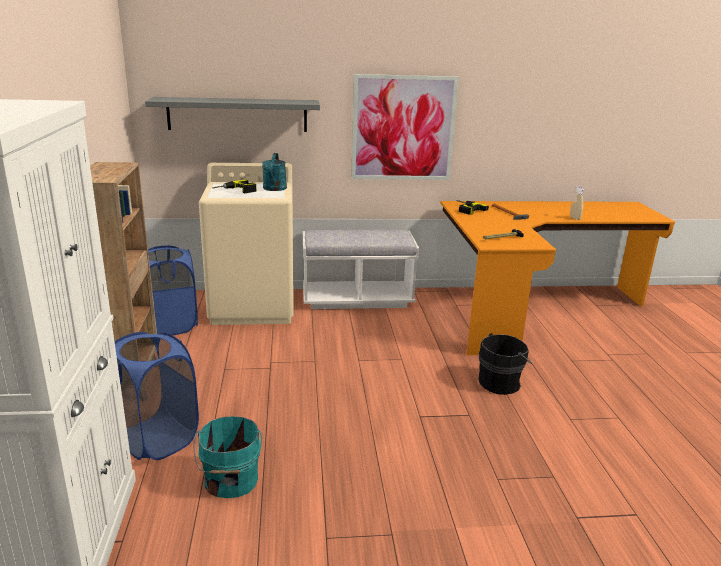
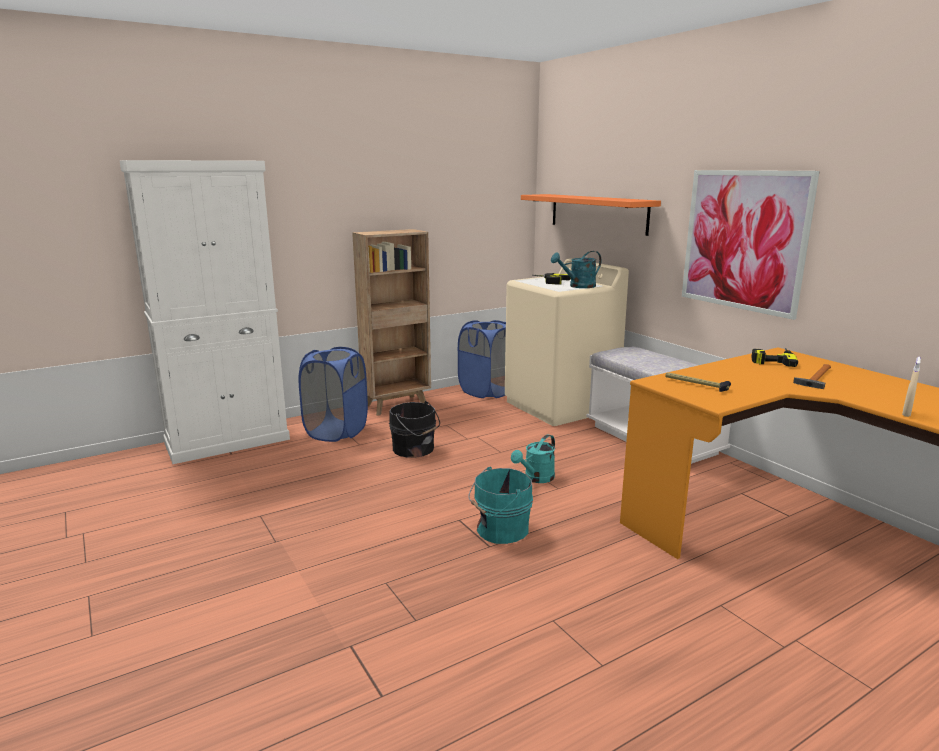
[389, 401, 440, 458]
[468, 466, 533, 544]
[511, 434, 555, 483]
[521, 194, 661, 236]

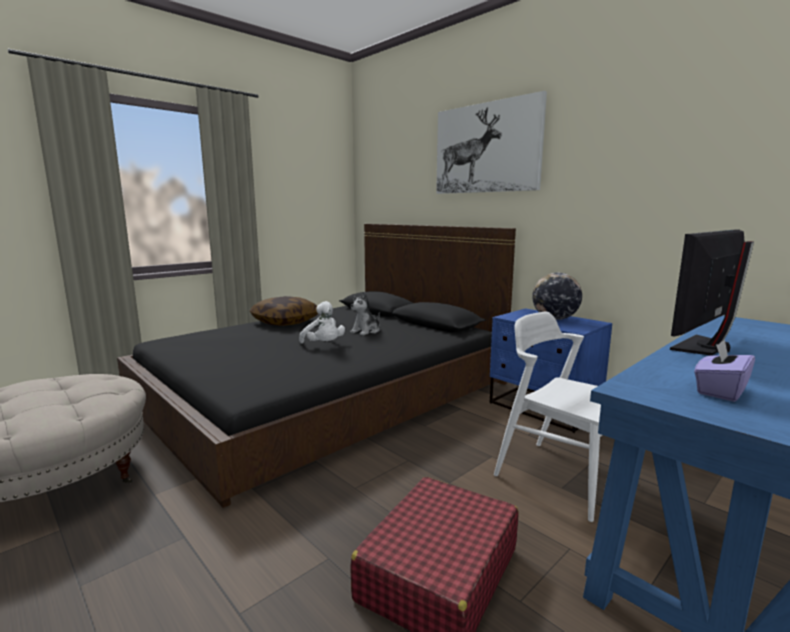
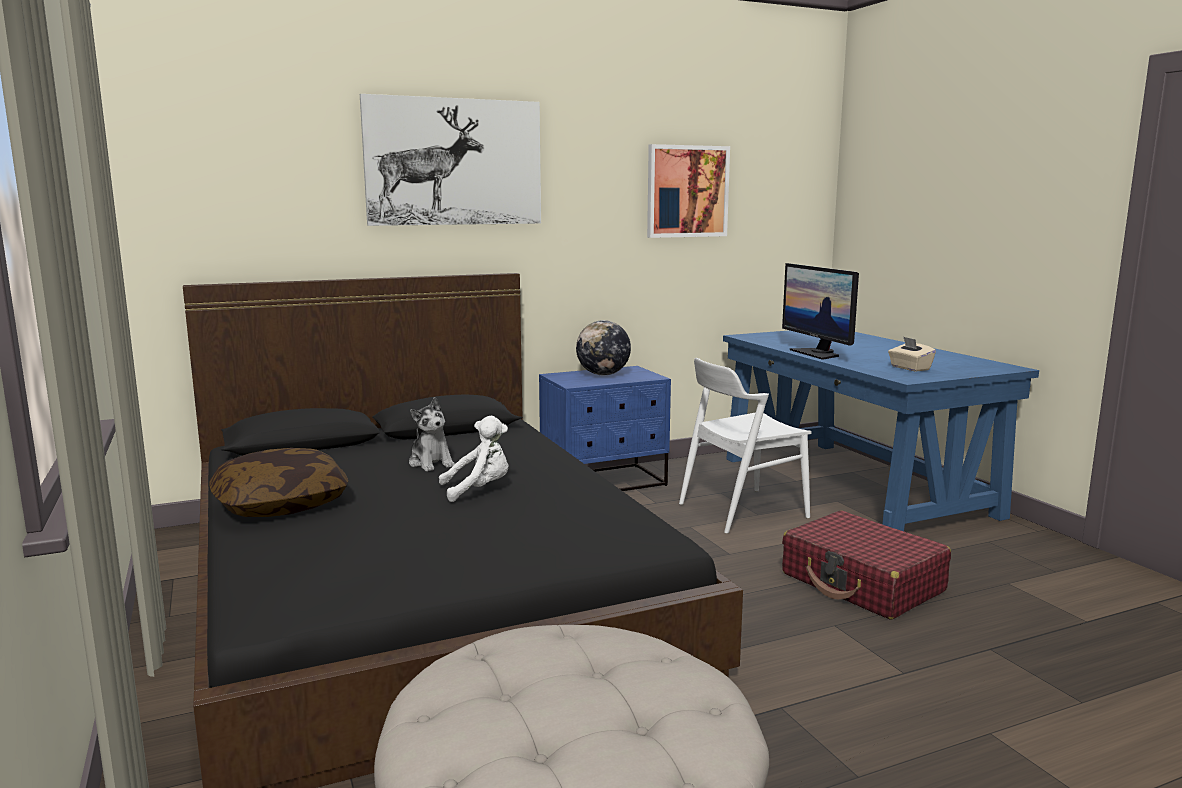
[647, 144, 730, 238]
[888, 337, 936, 372]

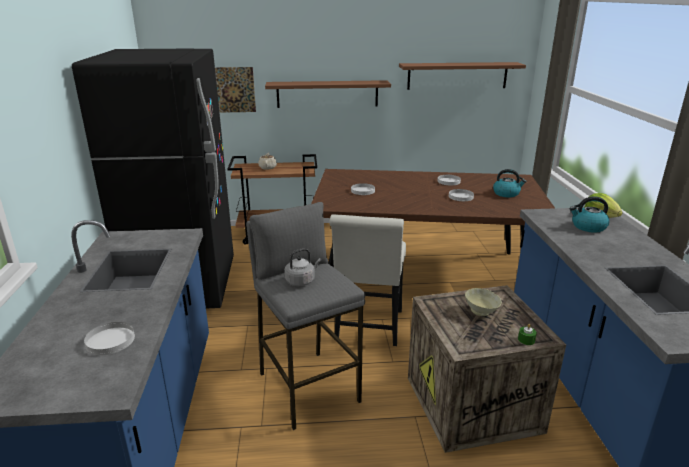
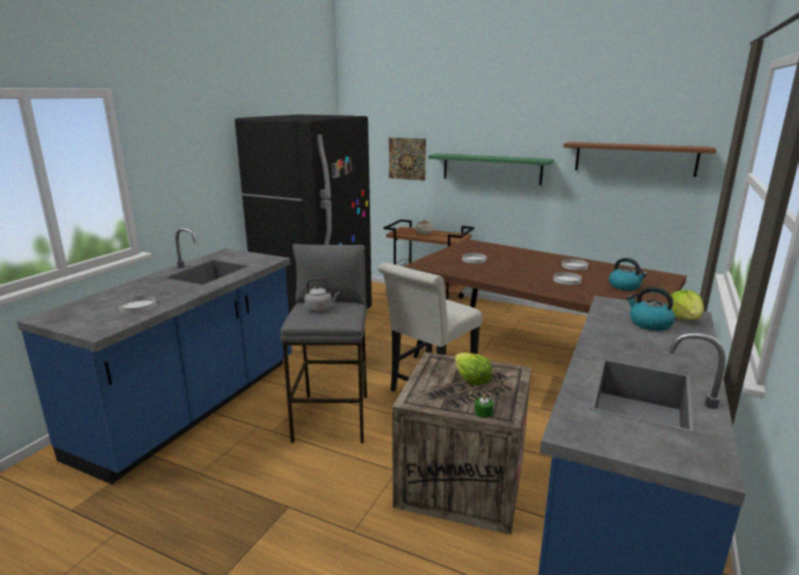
[428, 153, 554, 185]
[455, 353, 492, 385]

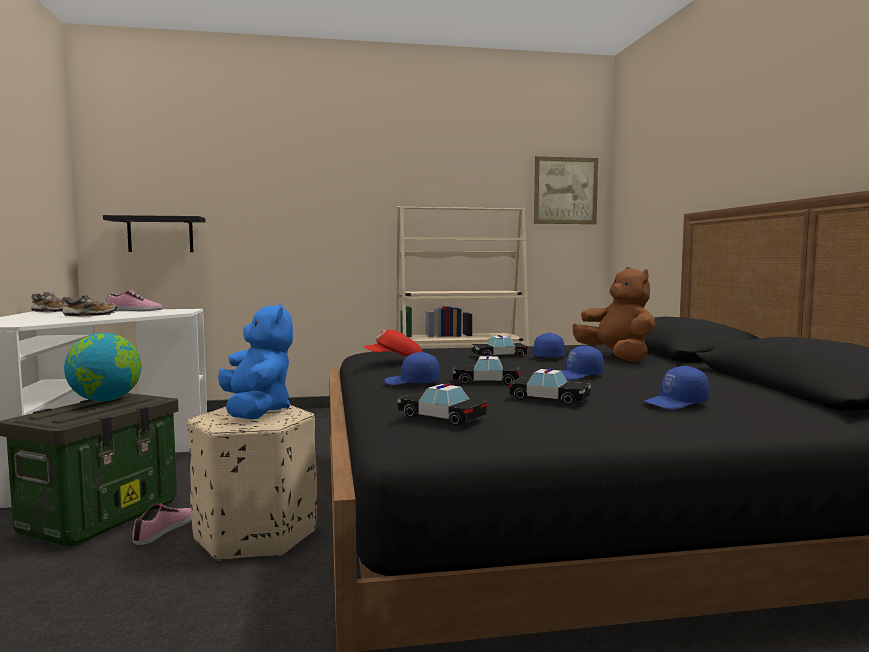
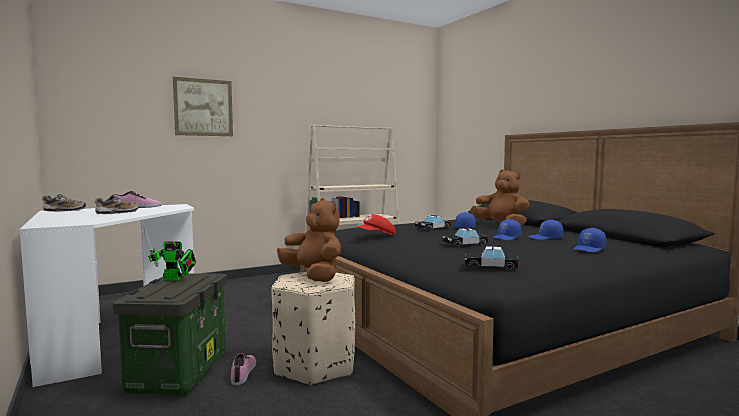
[145, 229, 196, 281]
[173, 77, 233, 136]
[277, 198, 341, 282]
[529, 220, 564, 240]
[103, 215, 205, 252] (first image)
[509, 368, 591, 405] (first image)

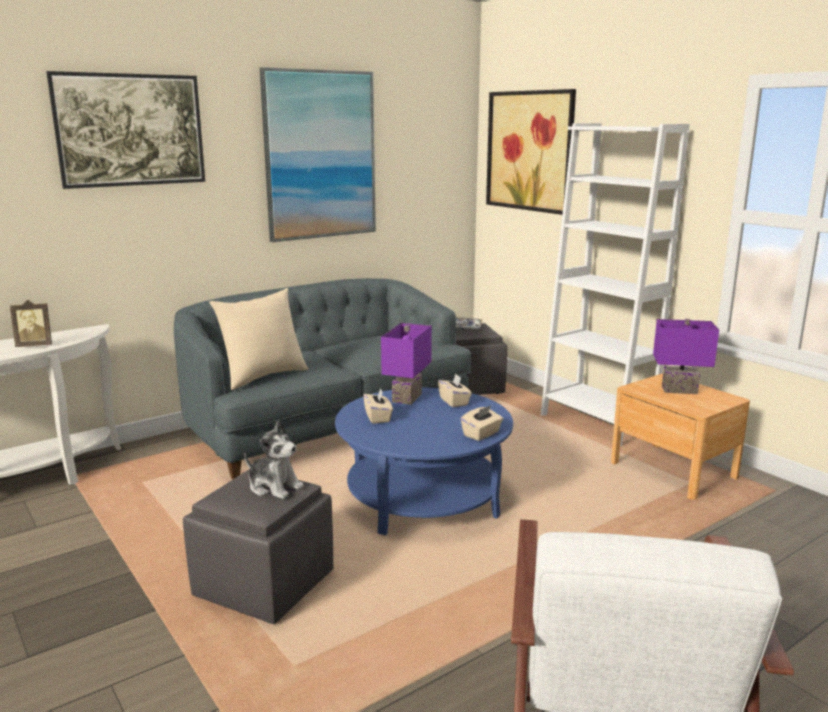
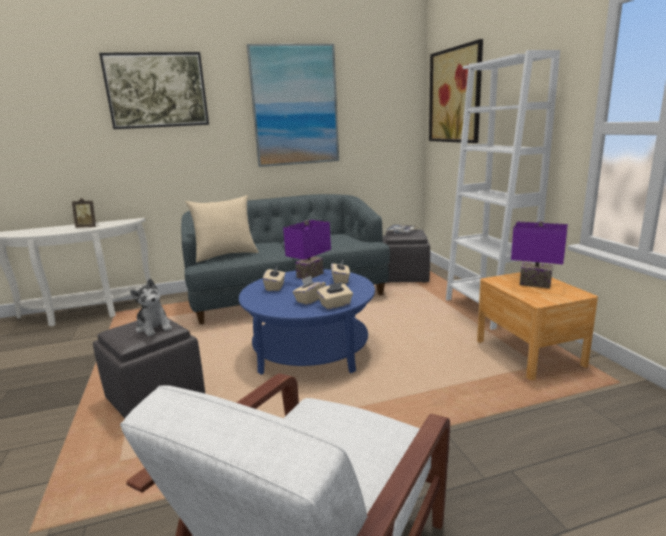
[293, 276, 326, 305]

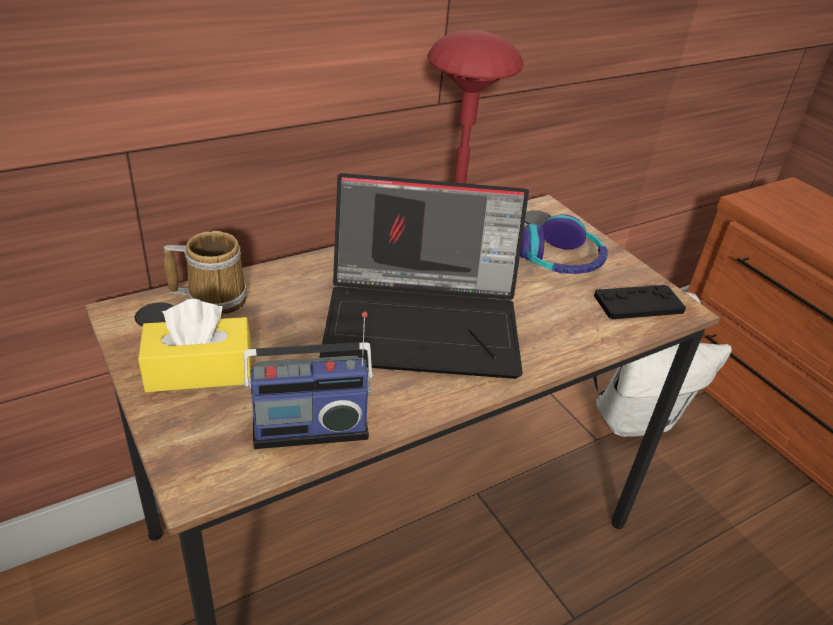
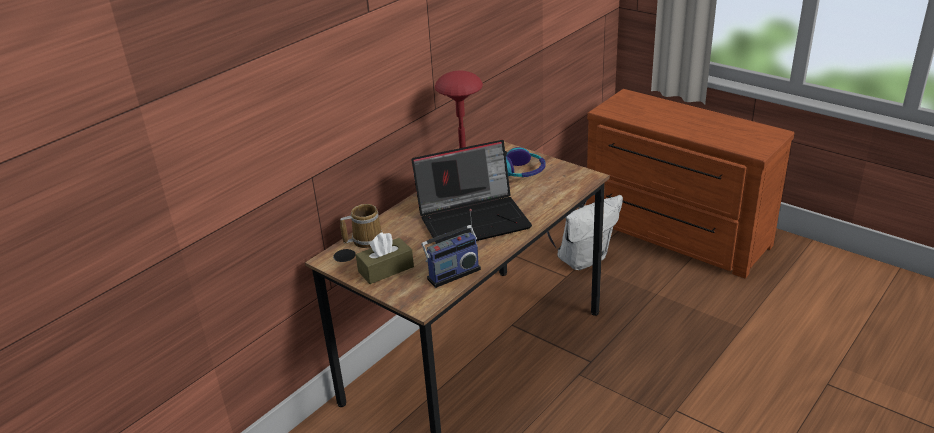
[356, 232, 414, 284]
[594, 285, 686, 319] (first image)

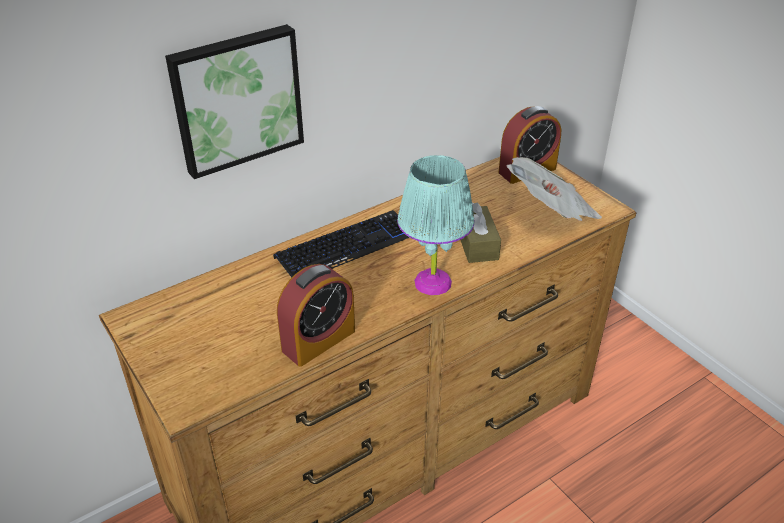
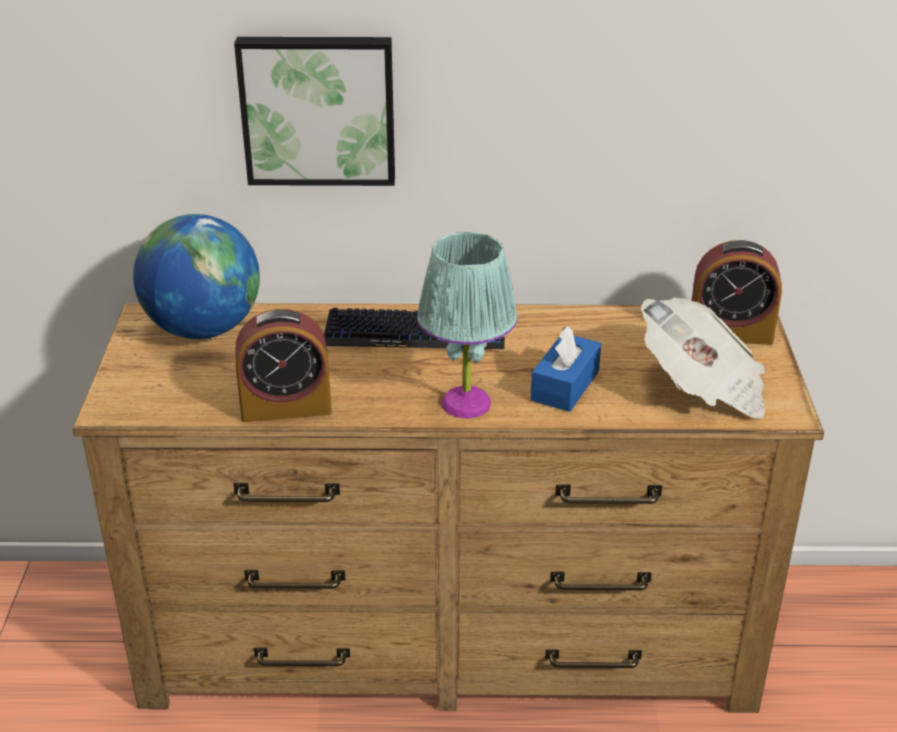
[133, 214, 260, 339]
[530, 326, 601, 412]

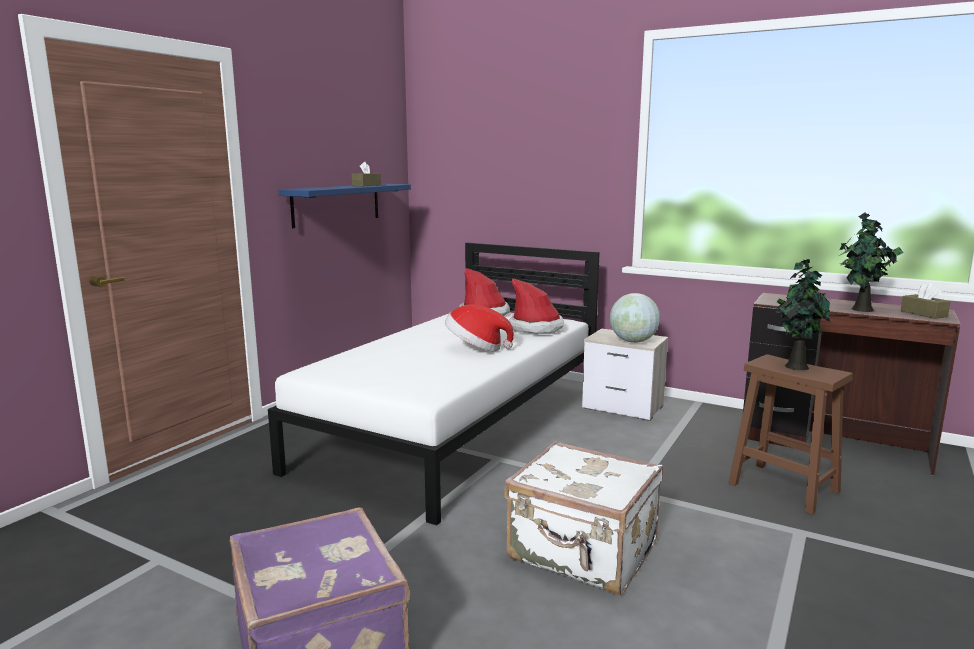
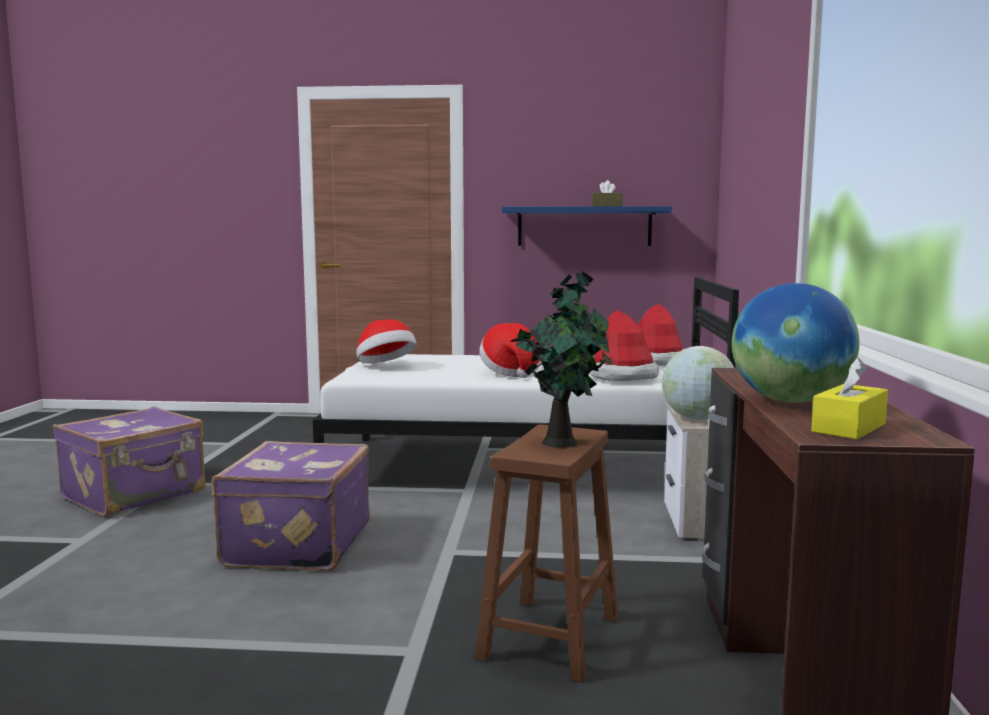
[211, 441, 370, 571]
[356, 319, 416, 363]
[732, 283, 859, 403]
[811, 358, 888, 439]

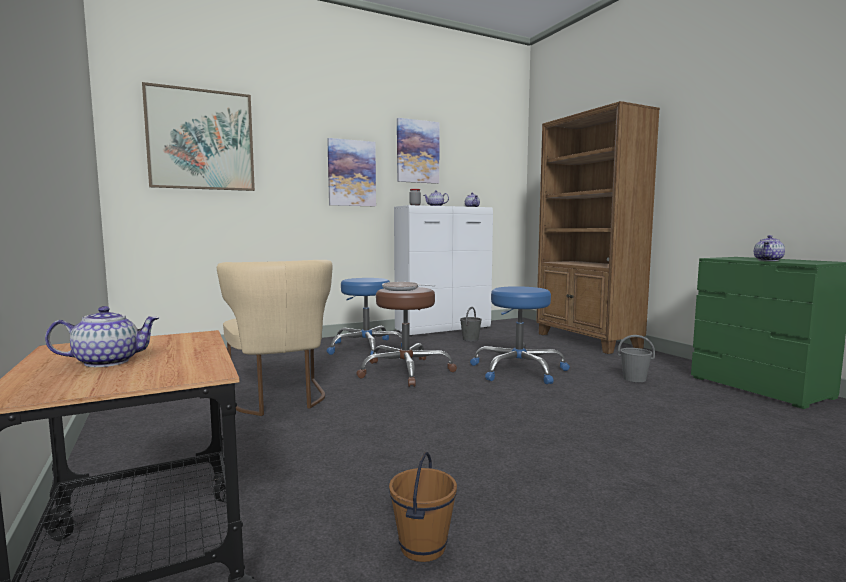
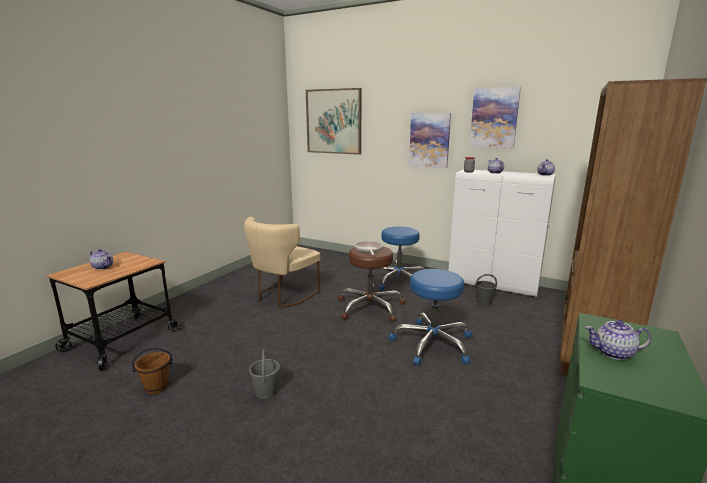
[249, 350, 280, 399]

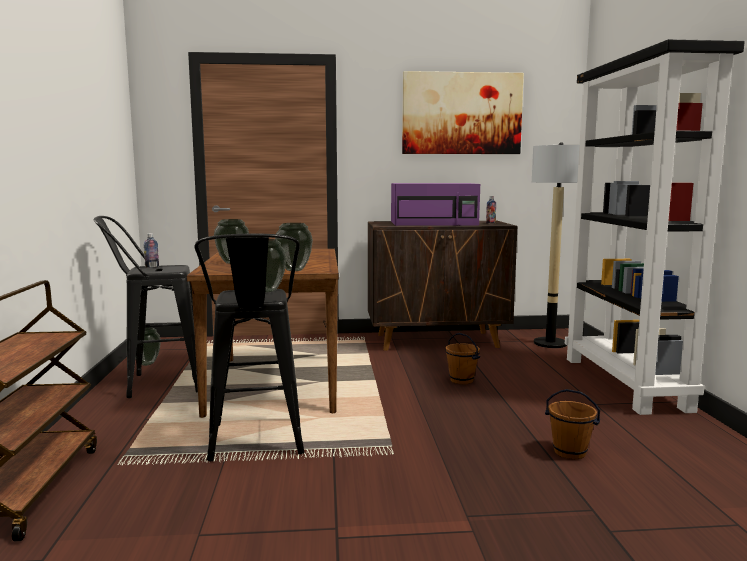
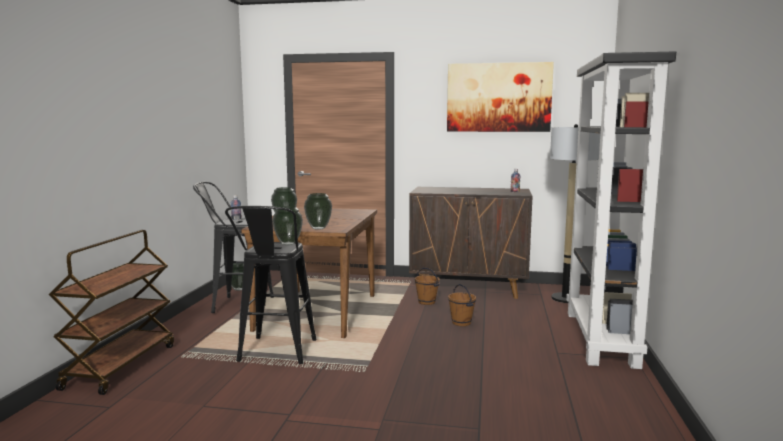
[415, 267, 440, 305]
[391, 183, 480, 226] (first image)

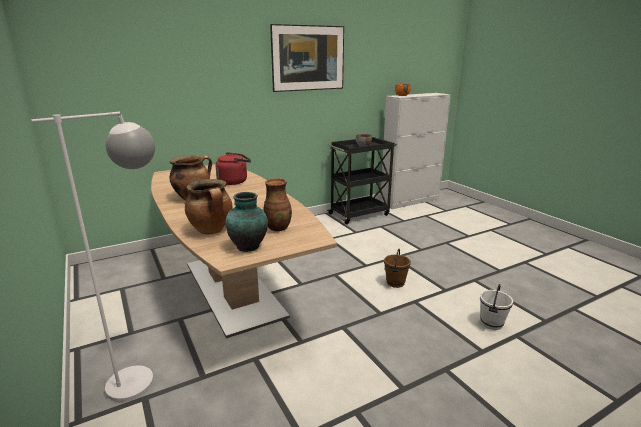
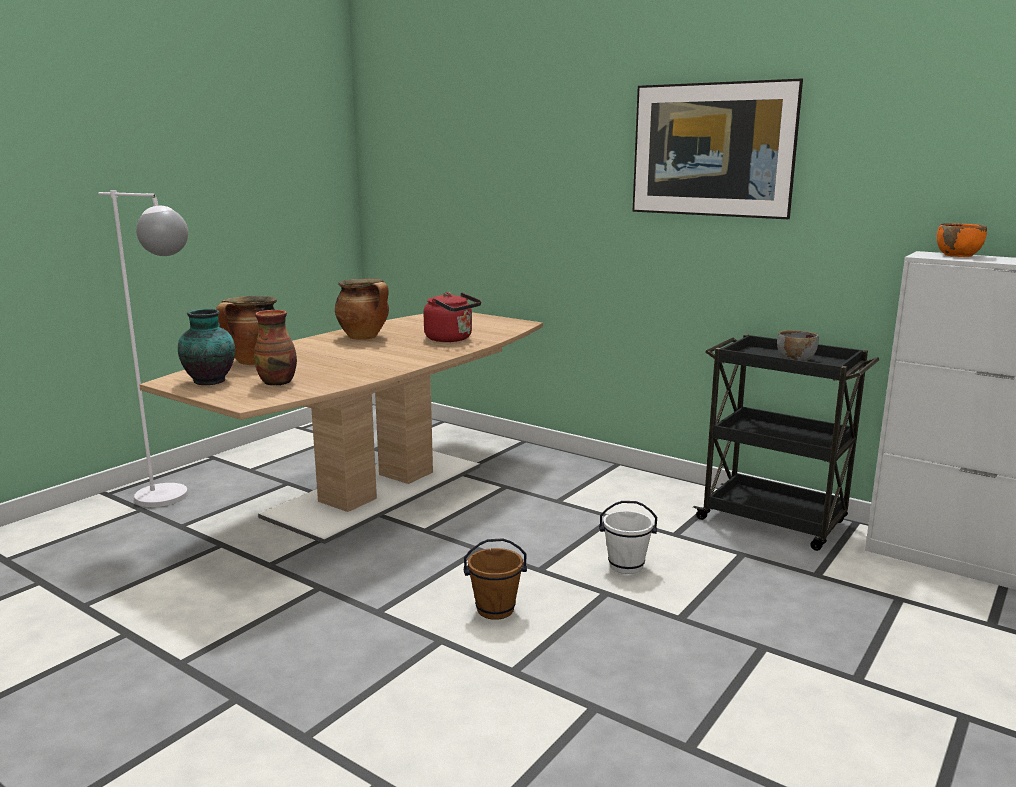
[599, 501, 657, 574]

